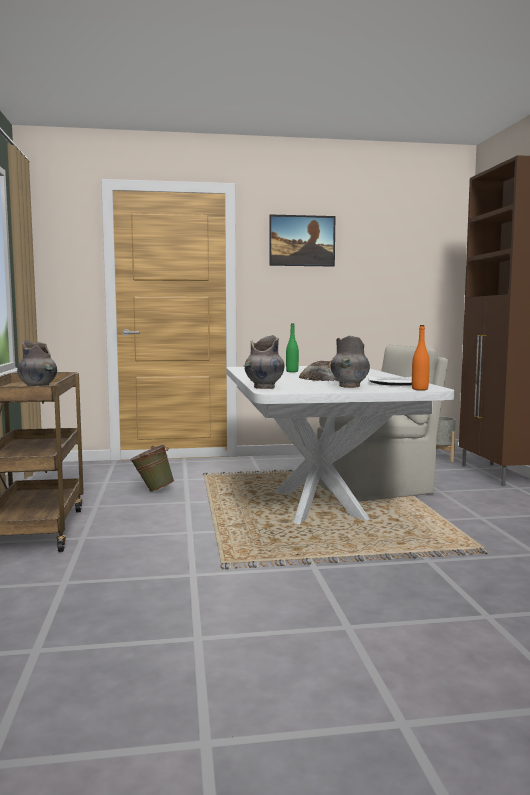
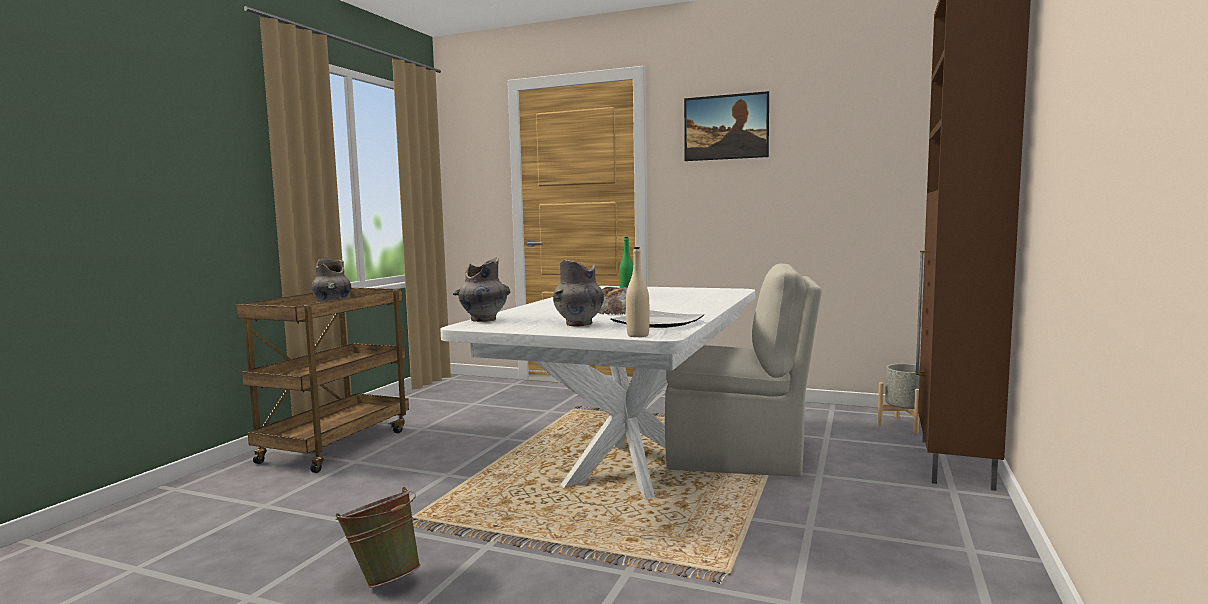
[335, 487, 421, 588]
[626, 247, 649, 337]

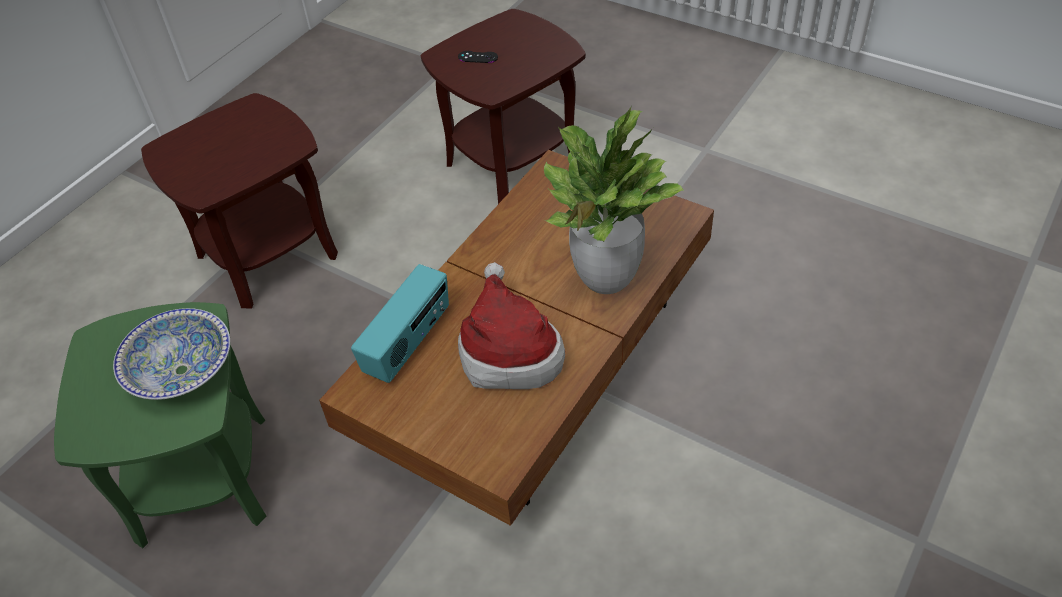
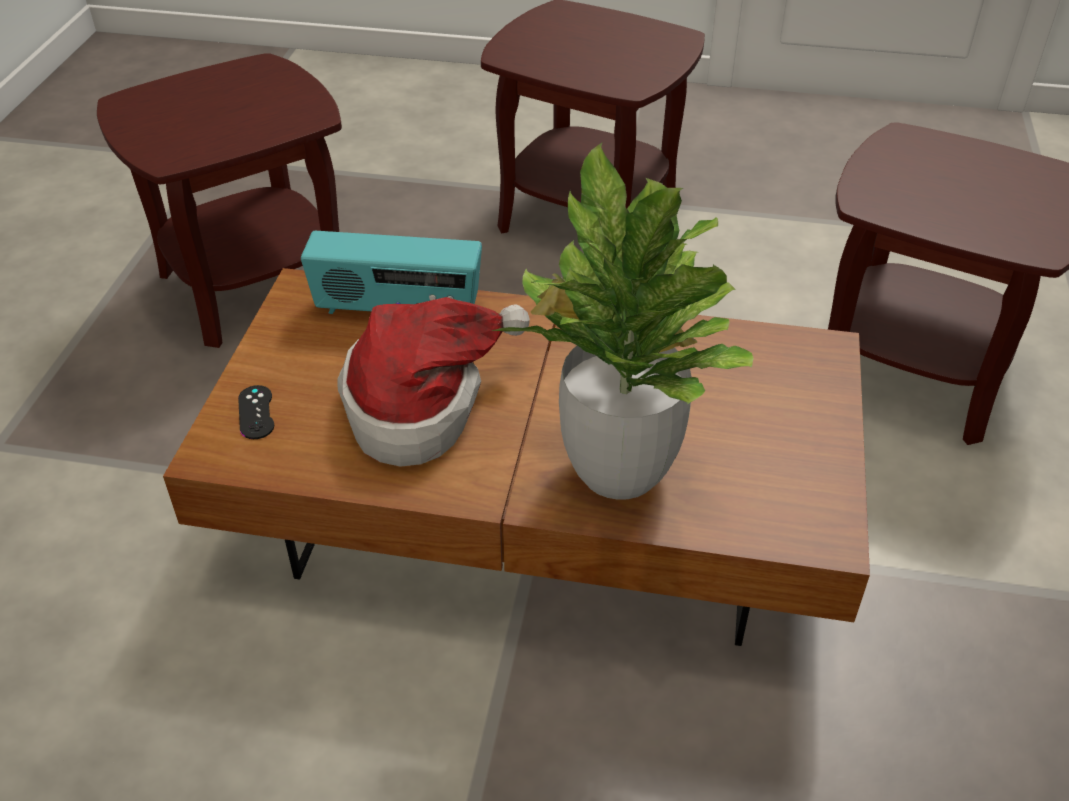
[97, 53, 342, 348]
[238, 385, 274, 439]
[113, 308, 230, 400] (first image)

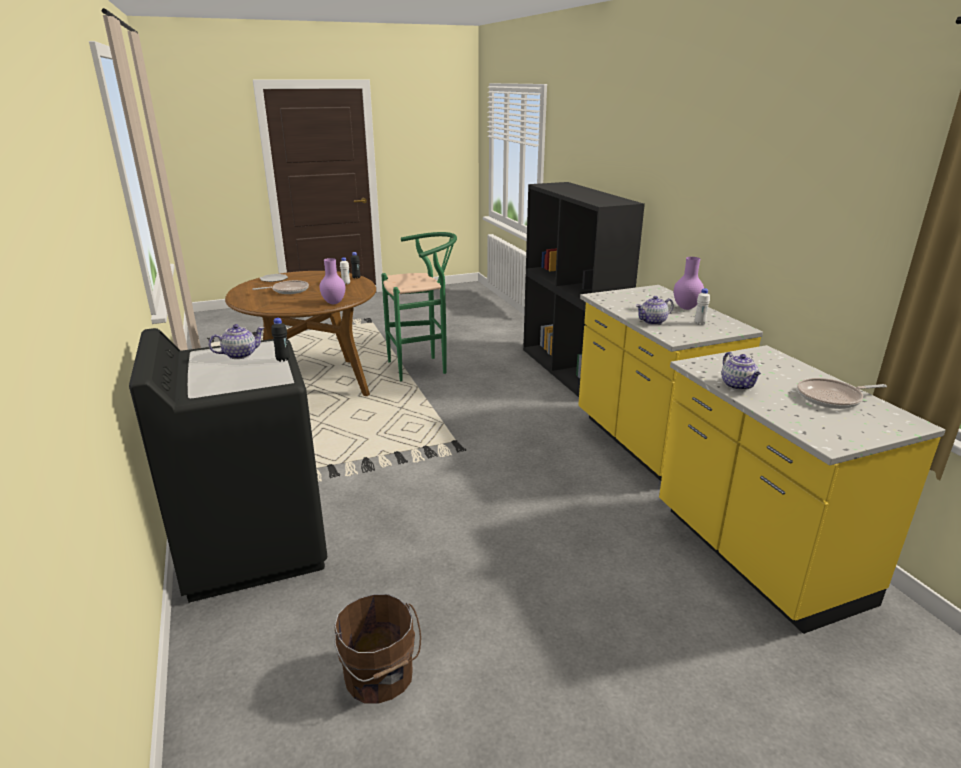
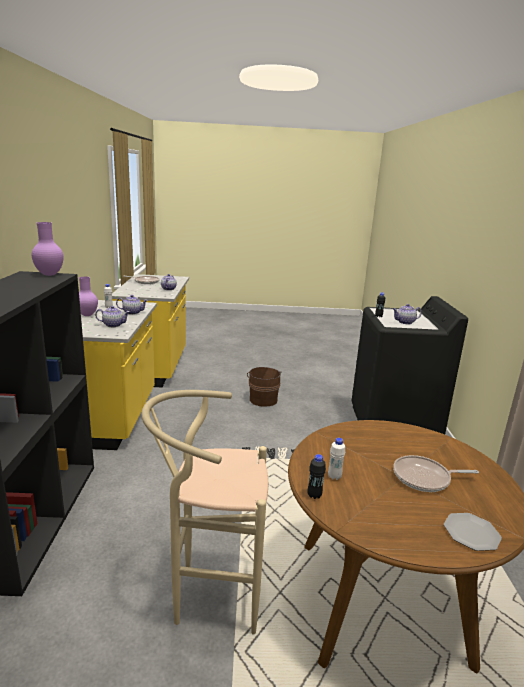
[31, 222, 64, 276]
[95, 306, 130, 327]
[141, 390, 268, 635]
[247, 367, 282, 407]

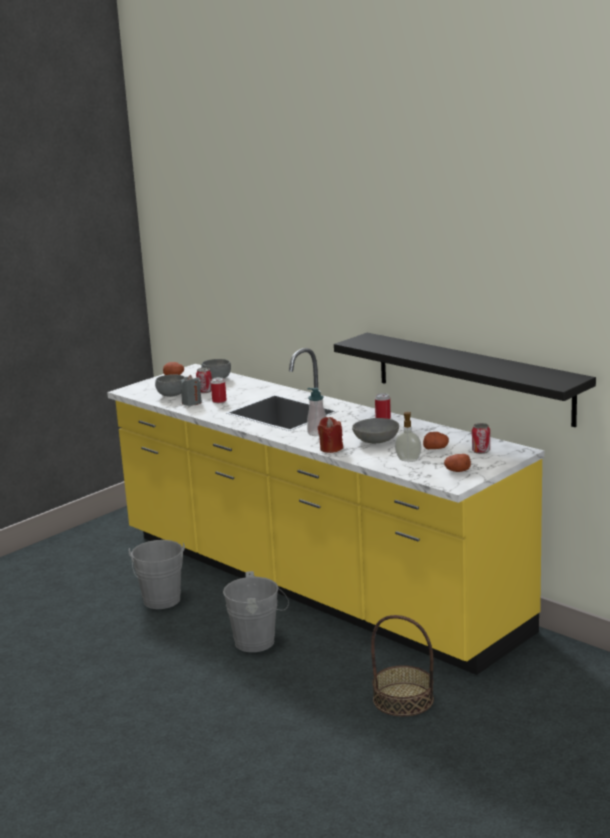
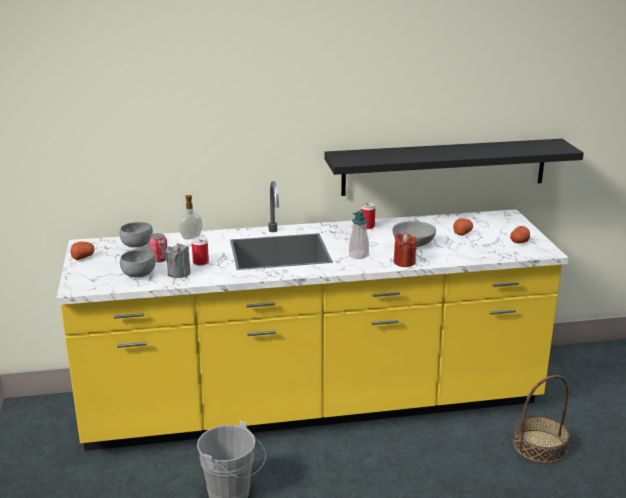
[179, 195, 202, 240]
[223, 571, 289, 652] (first image)
[472, 423, 490, 454] (first image)

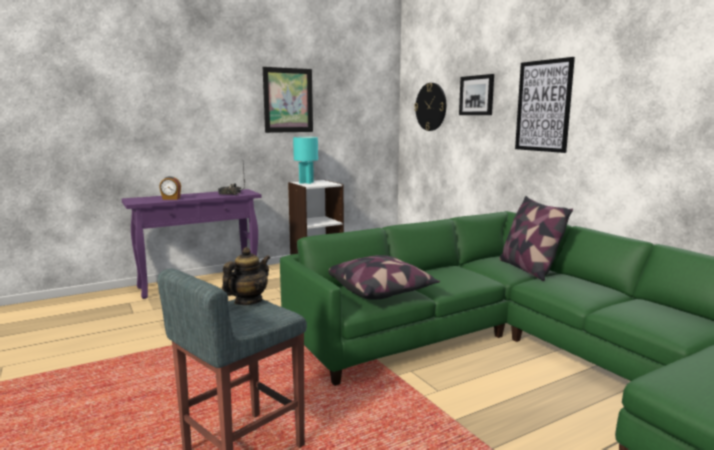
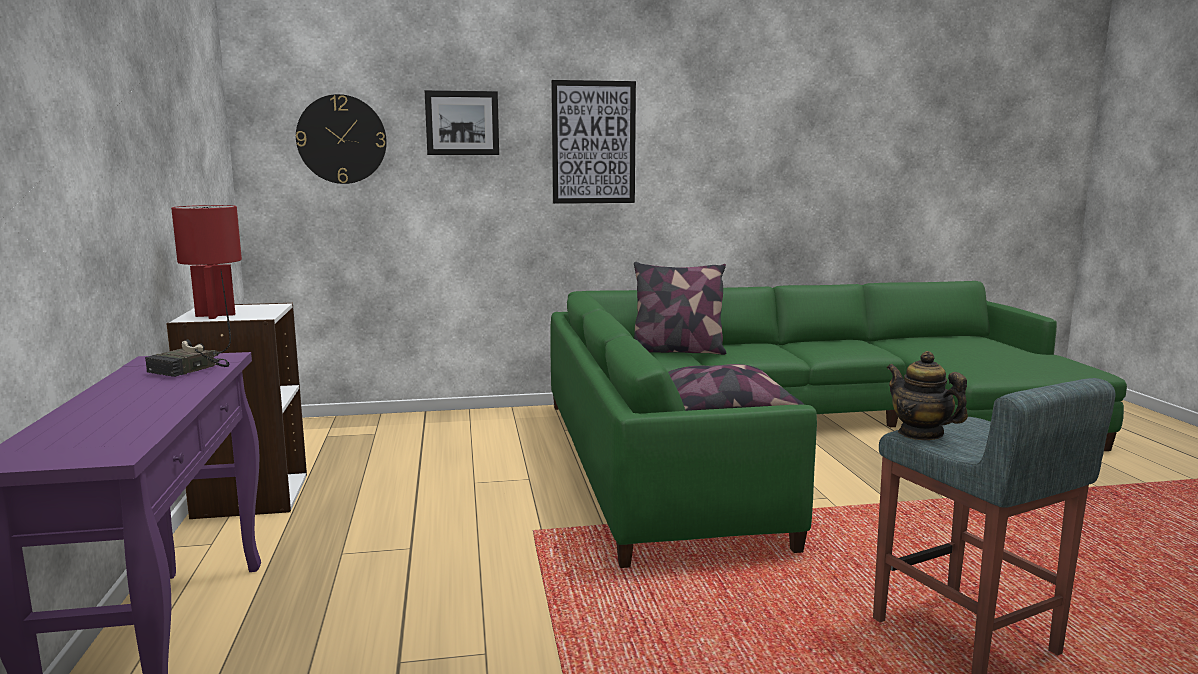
[171, 205, 242, 319]
[159, 176, 181, 200] (first image)
[263, 67, 313, 133] (first image)

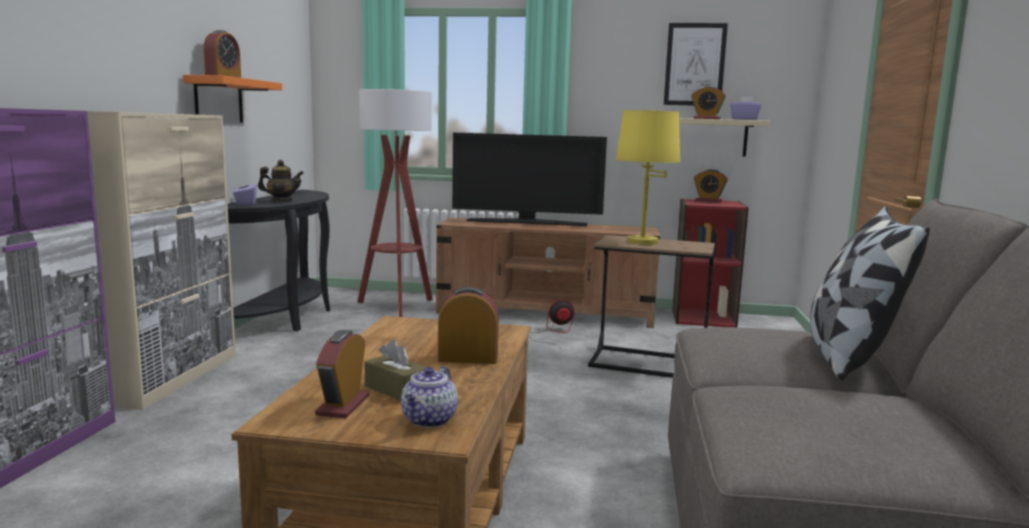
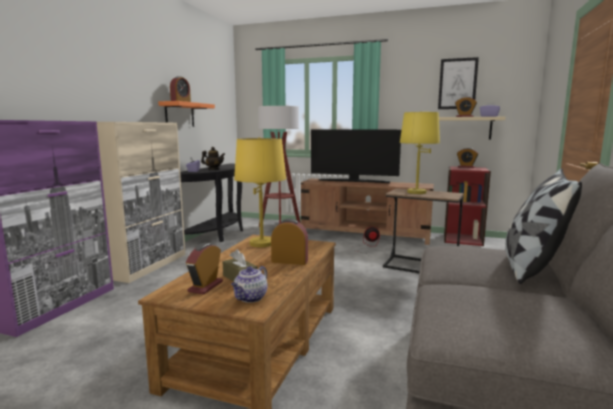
[234, 137, 286, 247]

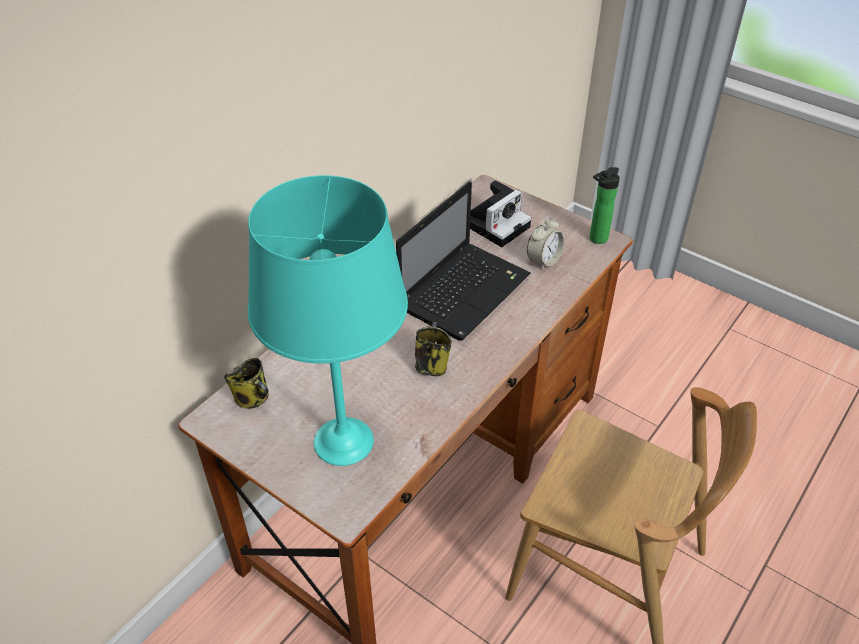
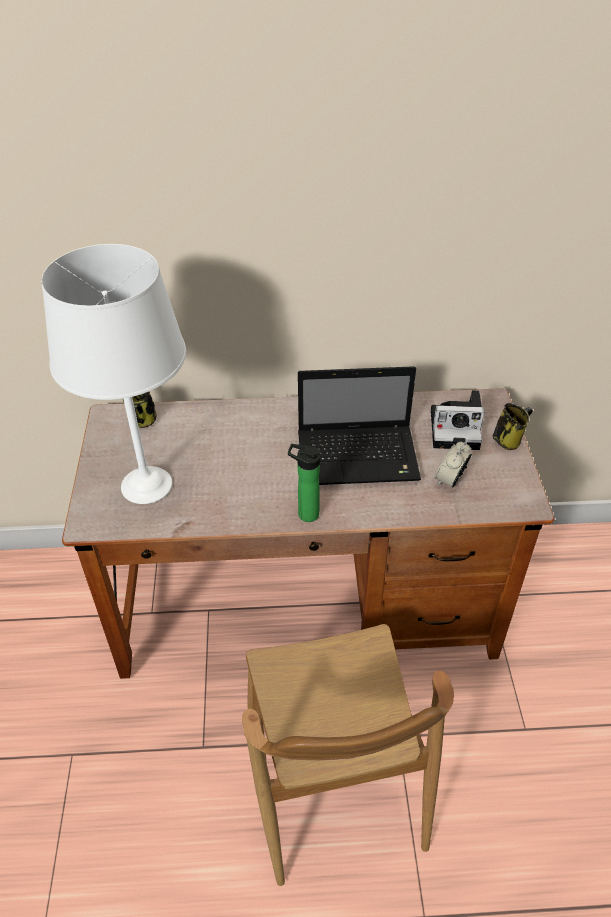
[41, 244, 186, 504]
[288, 444, 321, 522]
[435, 441, 472, 488]
[493, 403, 533, 450]

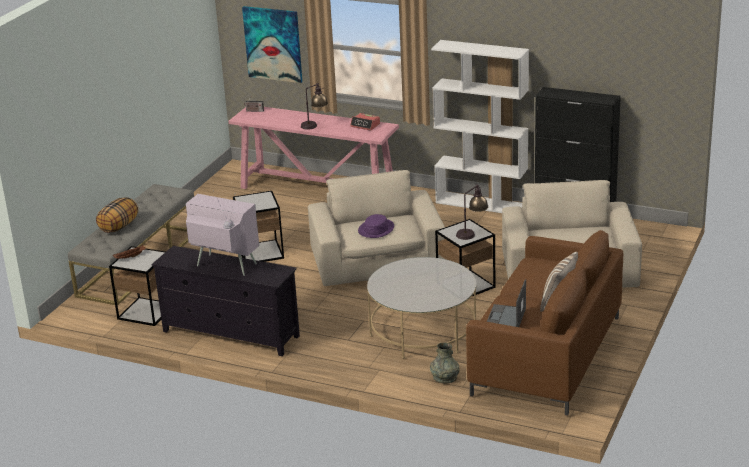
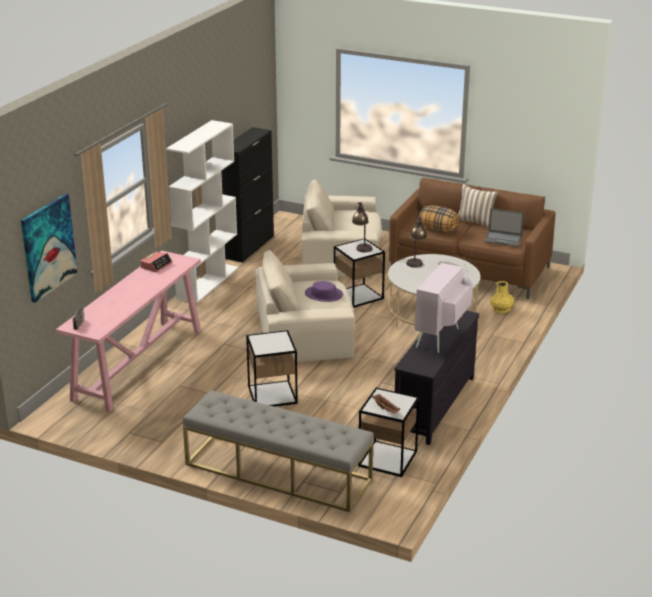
[406, 216, 427, 268]
[420, 205, 459, 232]
[490, 281, 514, 313]

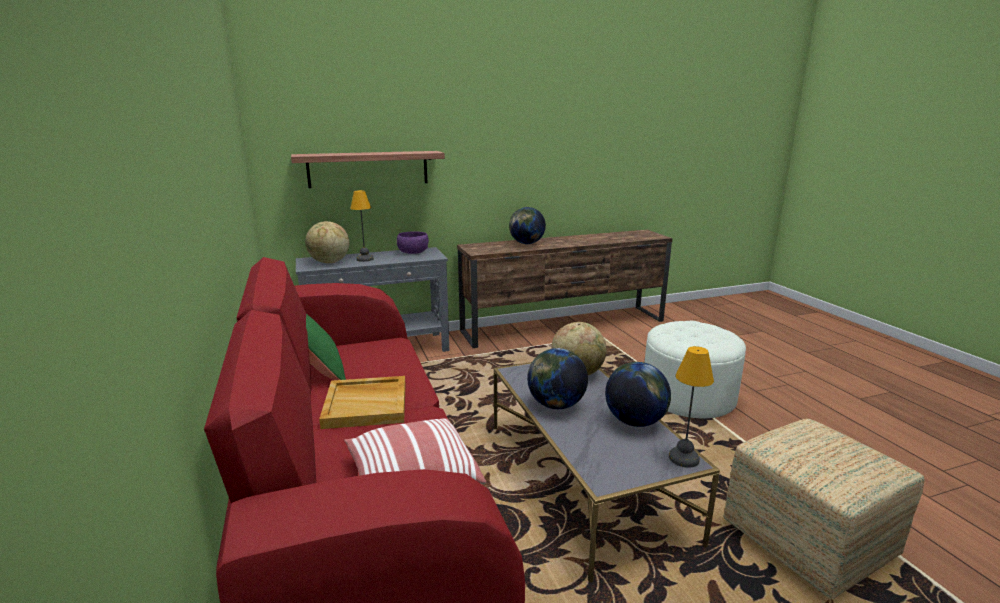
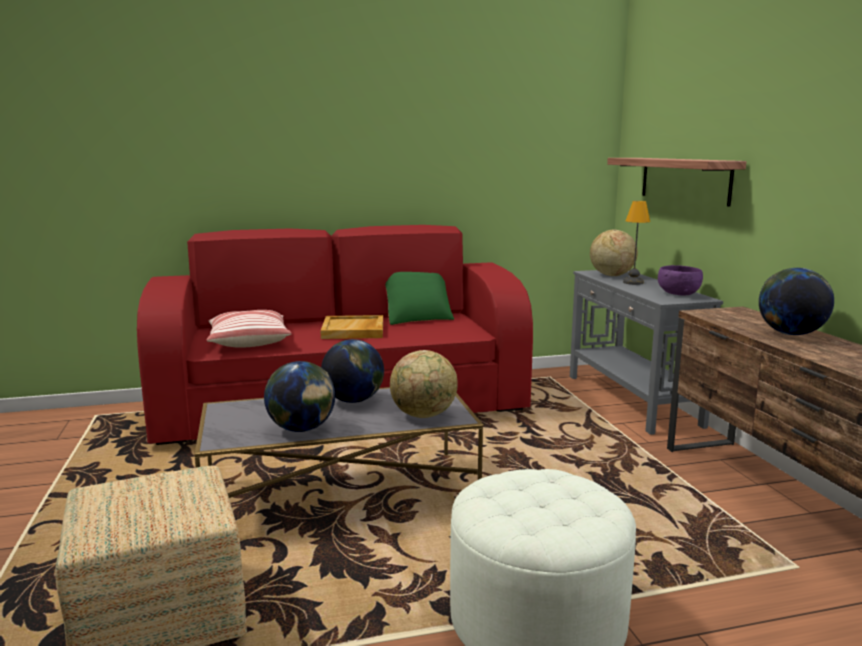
[669, 346, 714, 468] (first image)

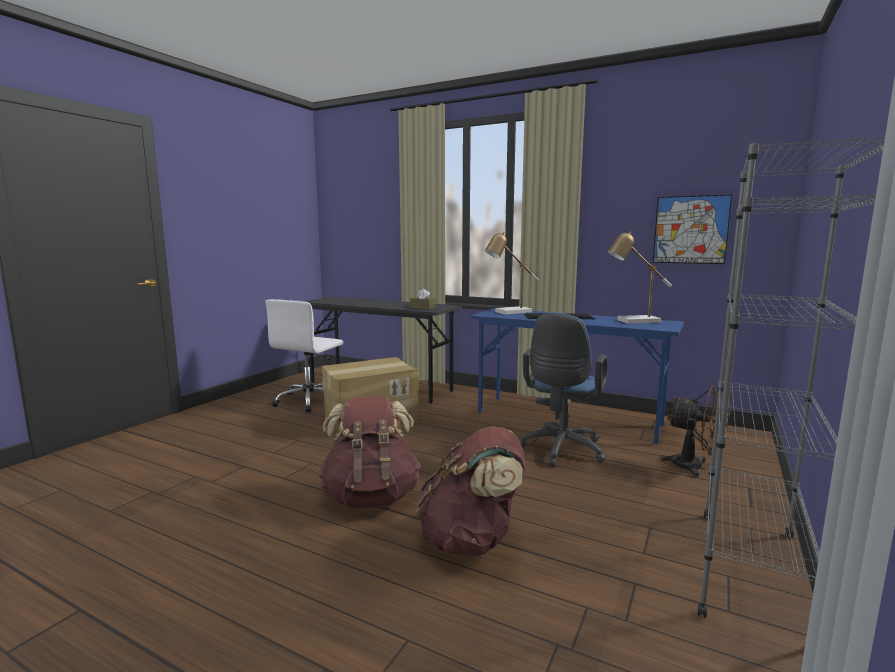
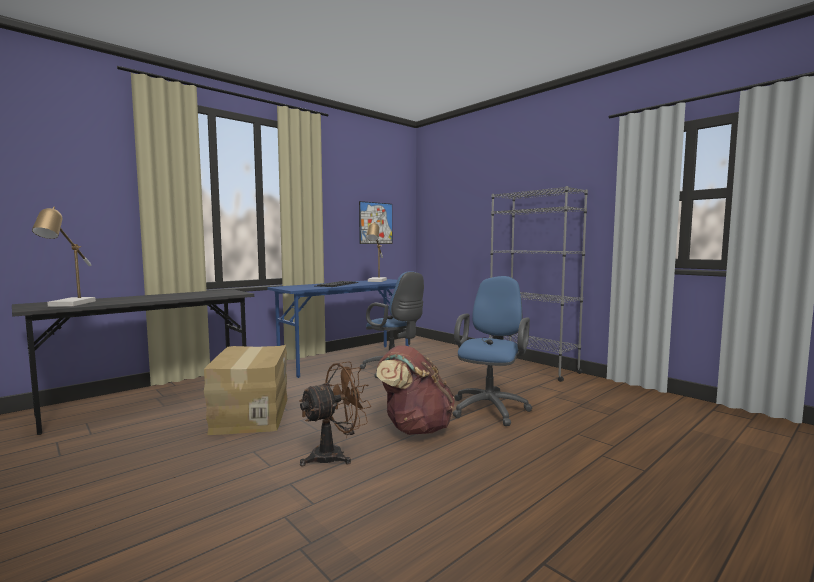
[32, 207, 96, 307]
[299, 361, 371, 466]
[452, 276, 532, 426]
[266, 299, 343, 413] (first image)
[410, 289, 436, 310] (first image)

